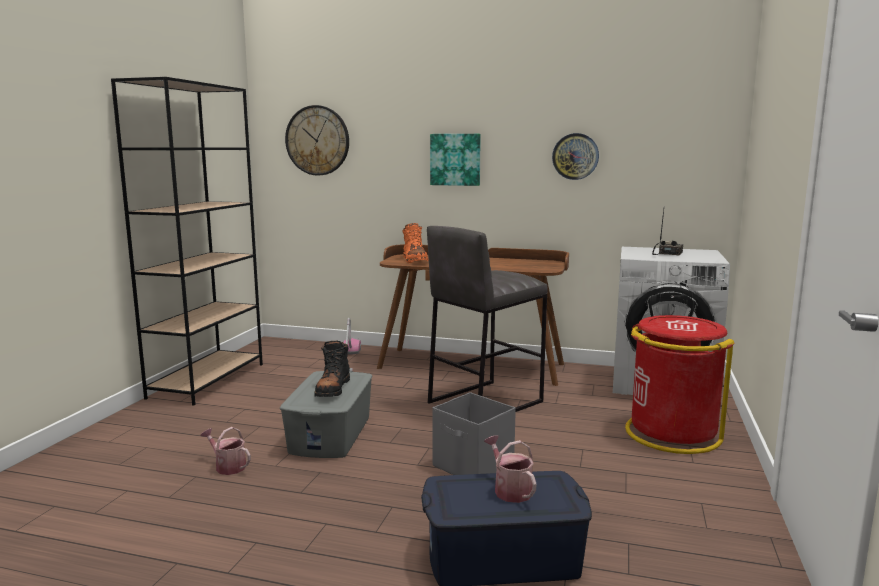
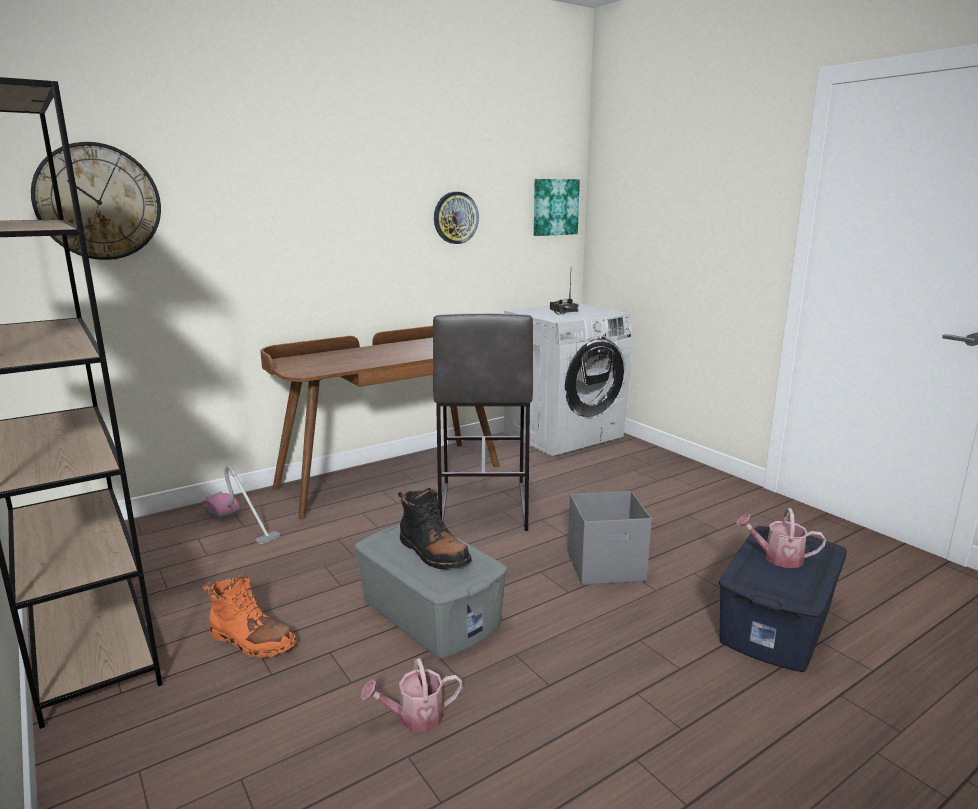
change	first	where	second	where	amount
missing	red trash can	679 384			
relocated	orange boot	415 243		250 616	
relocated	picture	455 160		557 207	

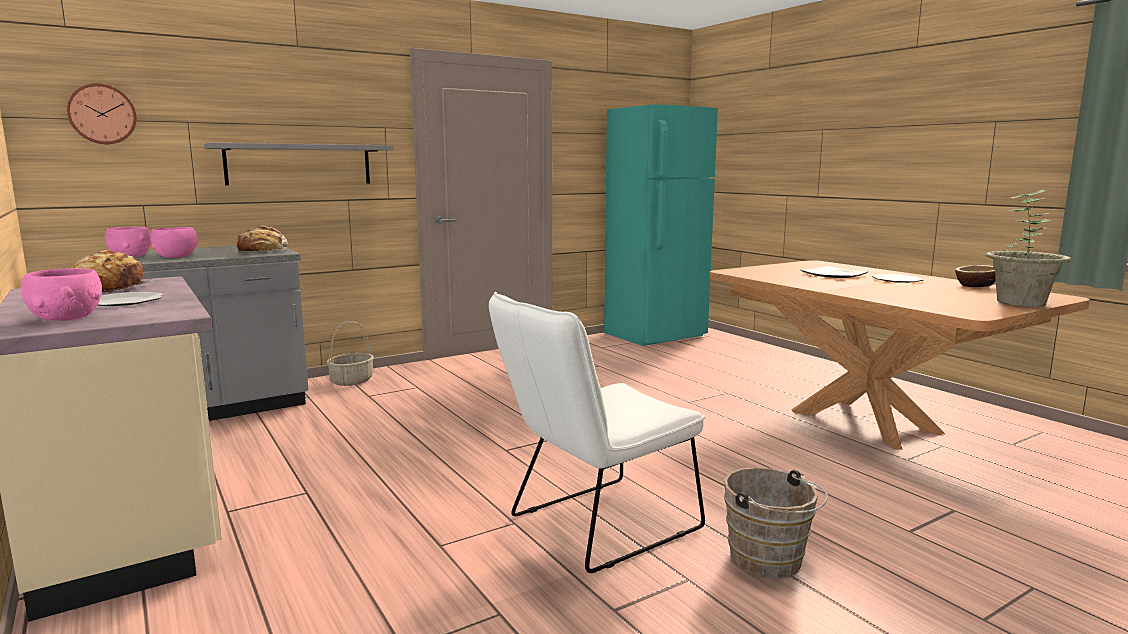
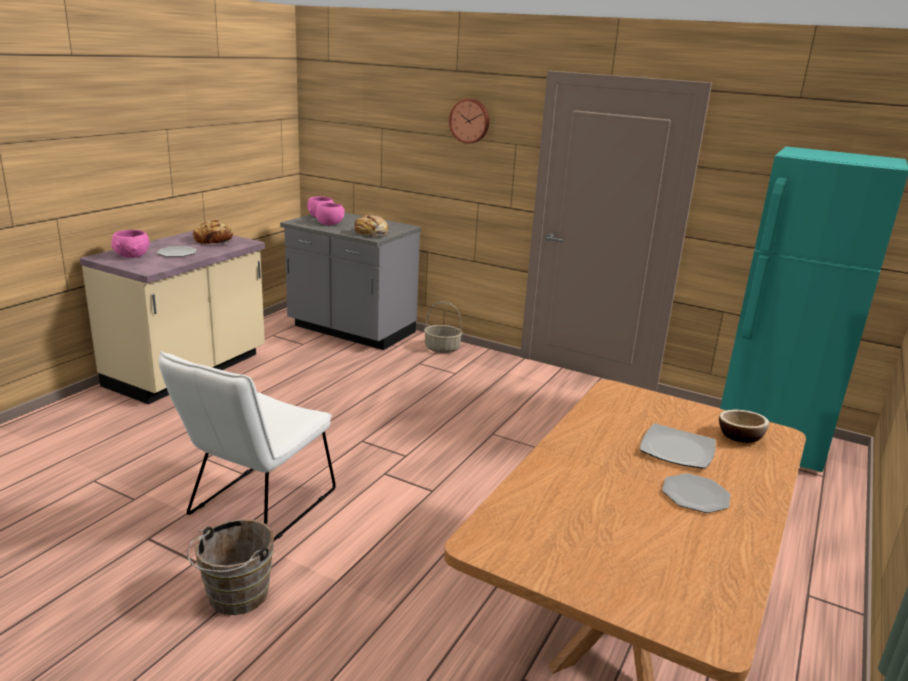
change	first	where	second	where	amount
missing	grey shelf	299 164			
missing	potted plant	1028 248			
relocated	wall clock	101 113		469 121	
relocated	bowl	975 276		744 426	
spun	white chair	597 432		247 446	90 degrees counterclockwise

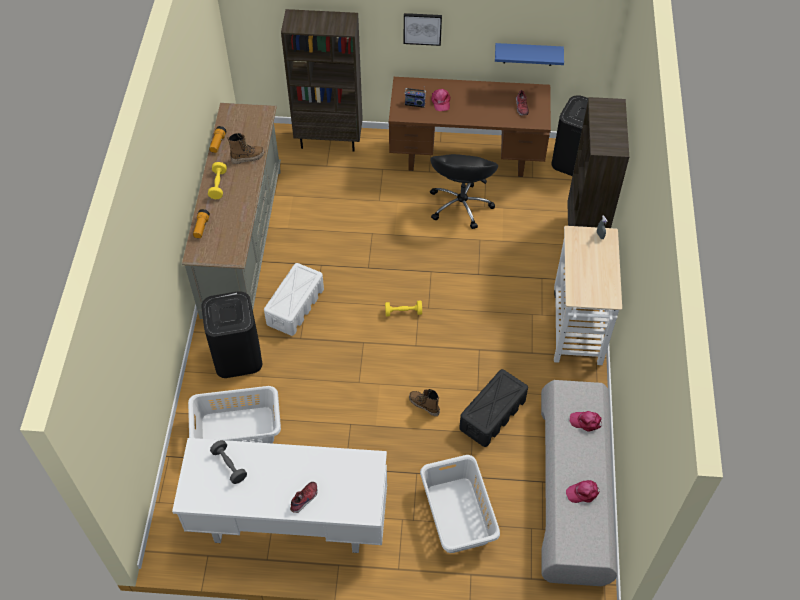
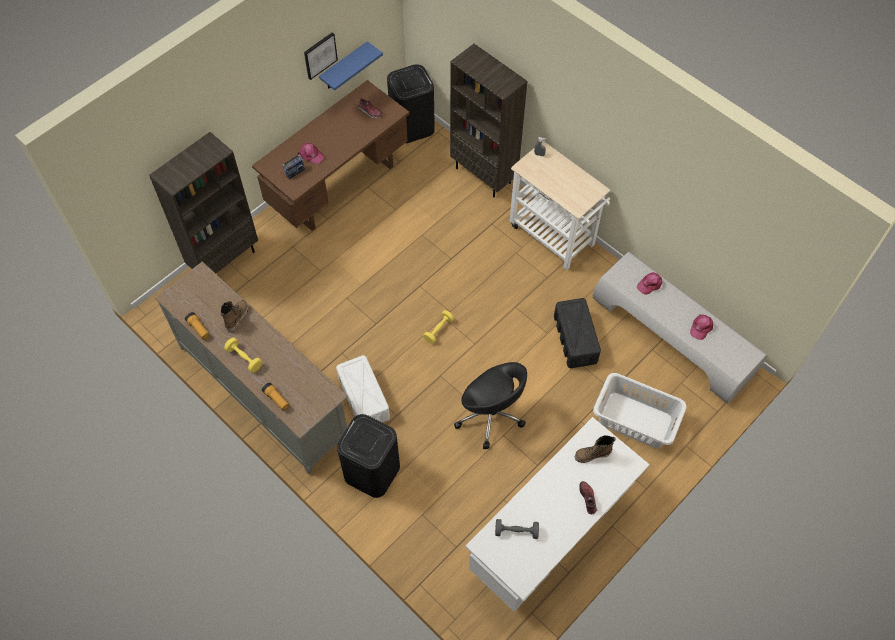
change	first	where	second	where	amount
missing	white laundry basket	234 414			
relocated	picture	423 29		321 56	
relocated	boot	424 402		595 449	
relocated	black office chair	464 191		490 405	

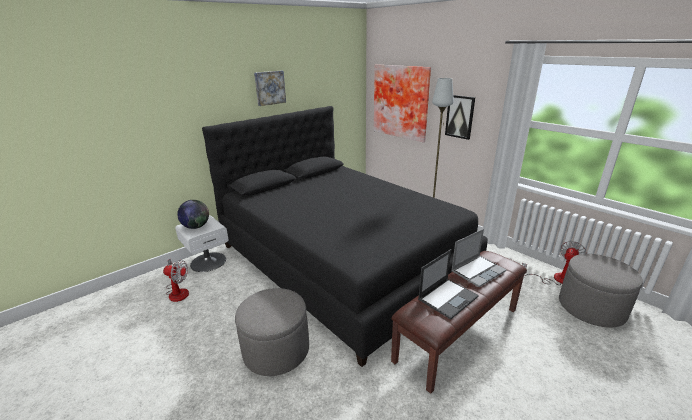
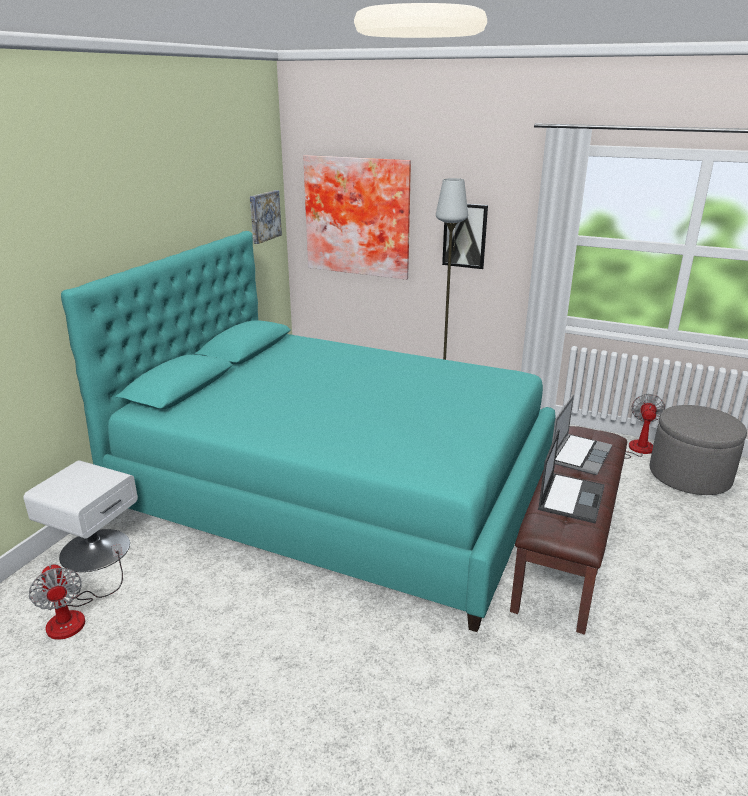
change	first	where	second	where	amount
missing	globe	193 214			
missing	grey ottoman	272 332			
relocated	picture	270 88		266 217	
colour	black bed	345 236	turquoise bed	308 431	
spun	fan	176 280		76 592	75 degrees clockwise

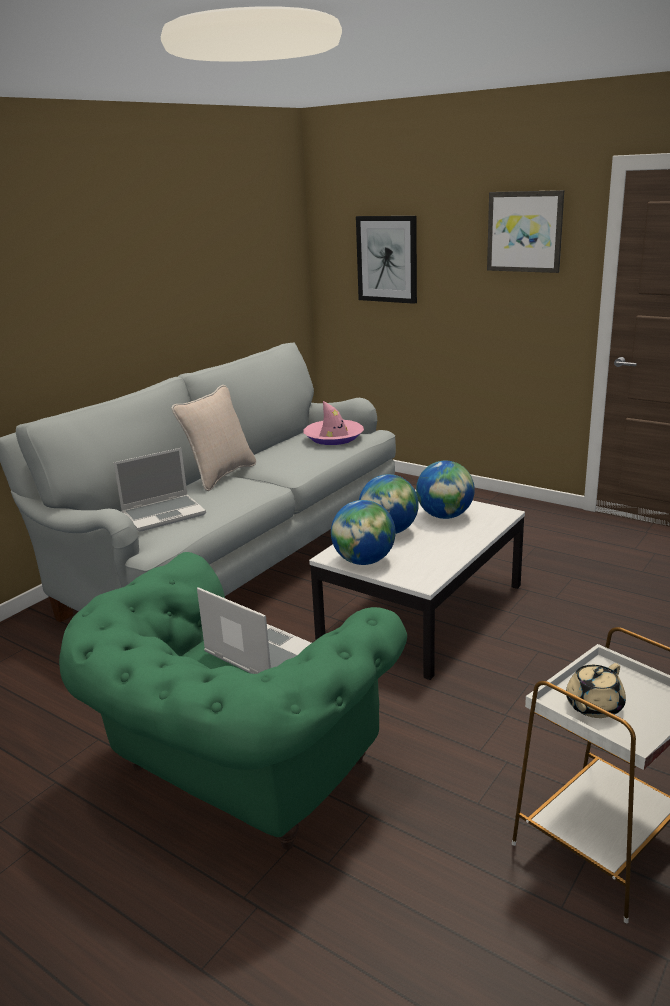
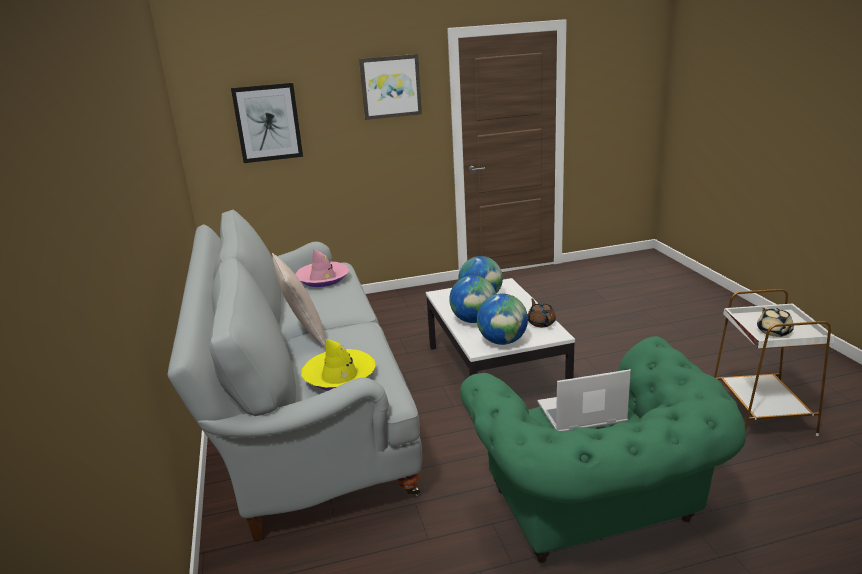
change	first	where	second	where	amount
appeared			brown teapot	542 313	
exchanged	laptop	160 490	yellow hat	338 365	

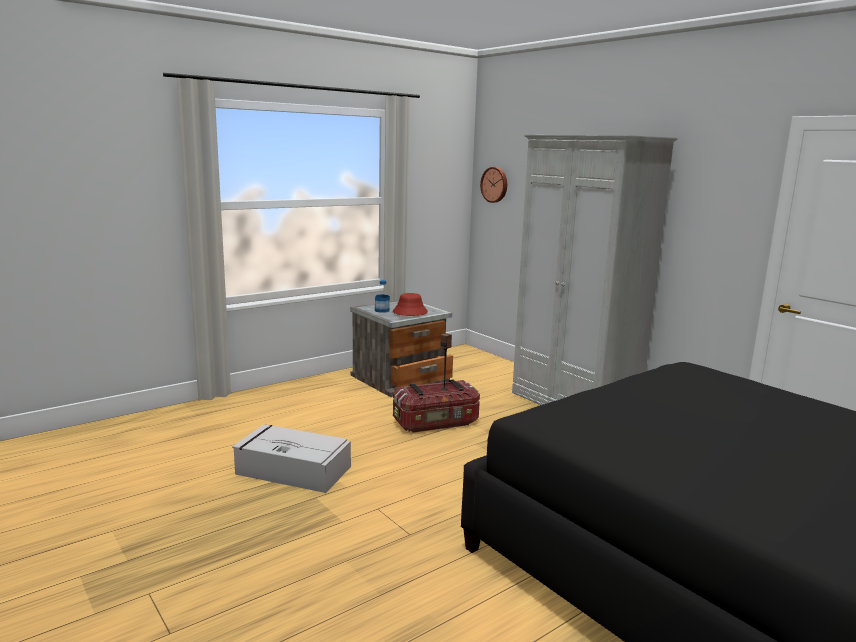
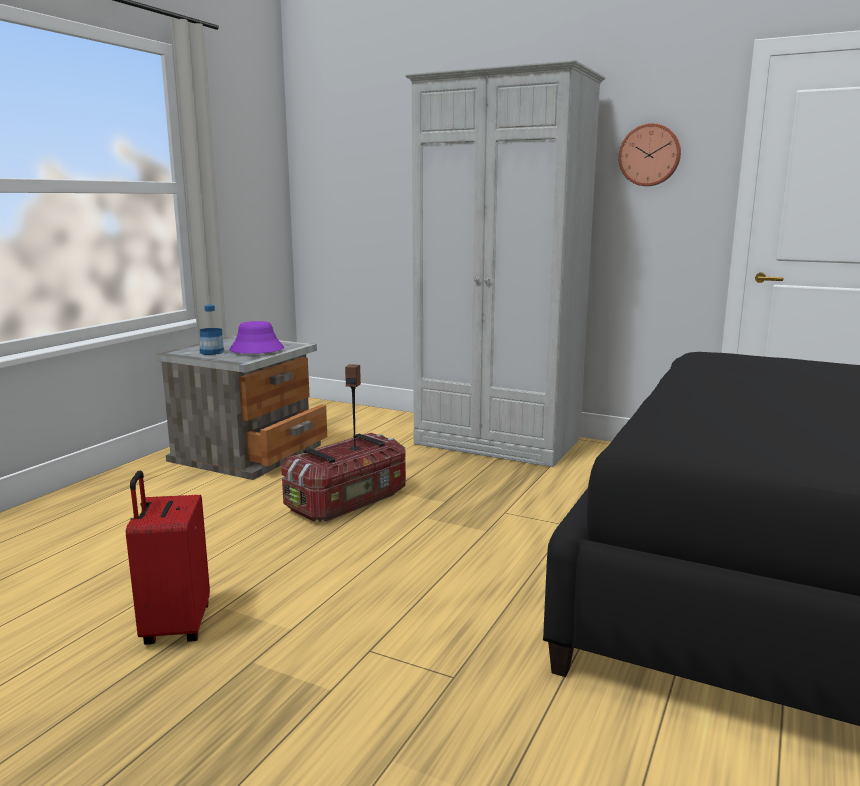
change	first	where	second	where	amount
relocated	wall clock	493 185		649 154	
exchanged	grey storage box	292 458	red suitcase	168 557	
colour	red hat	410 304	purple hat	256 337	

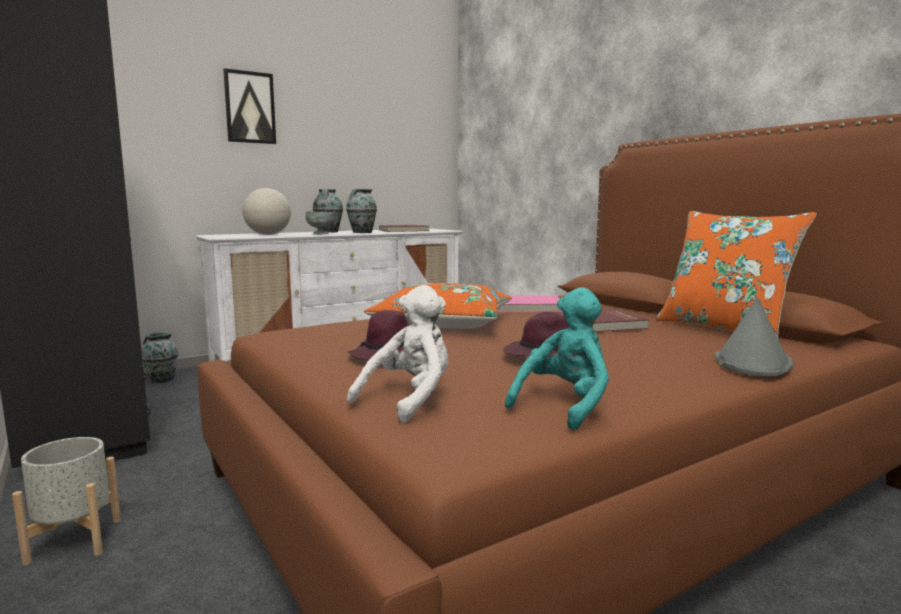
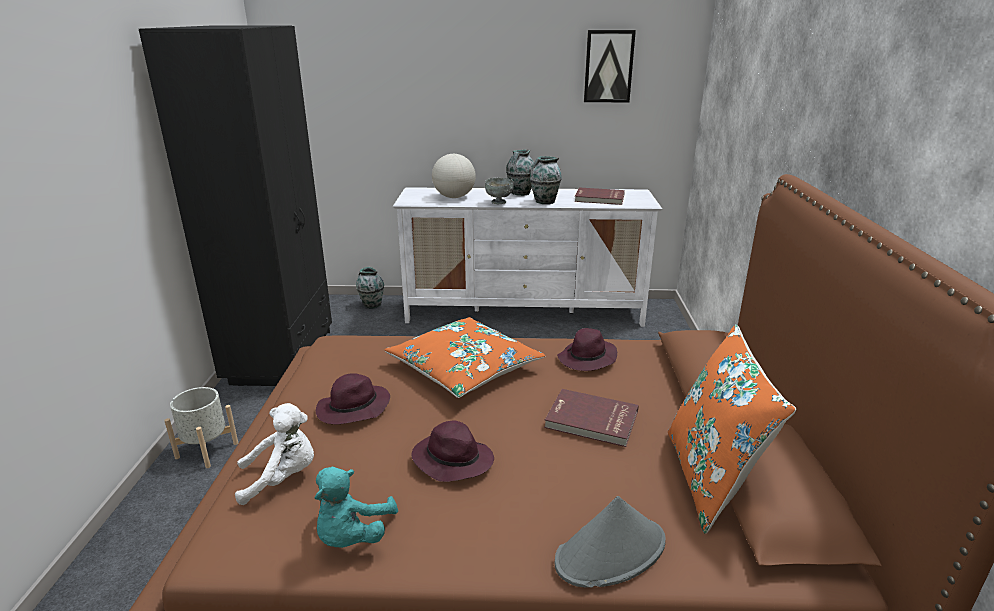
change	first	where	second	where	amount
relocated	picture	249 106		610 66	
exchanged	pink book	530 303	purple hat	587 349	
spun	turquoise plush toy	557 358		356 507	120 degrees clockwise

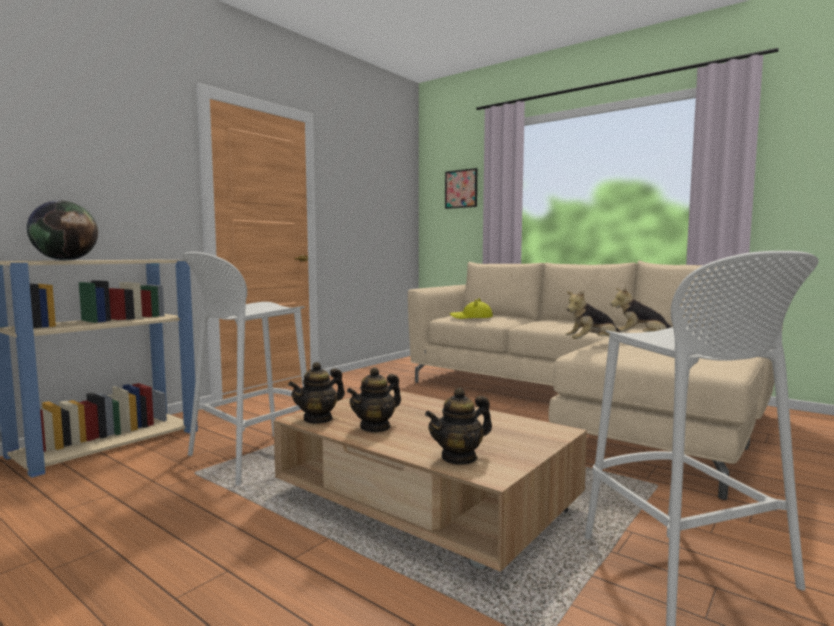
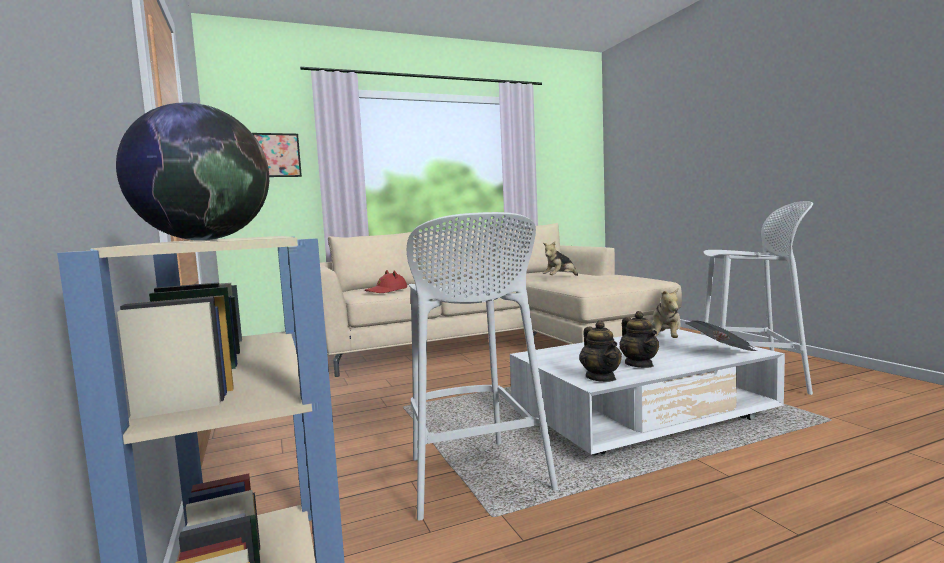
change	first	where	second	where	amount
relocated	plush toy	593 315		665 312	
exchanged	teapot	458 426	newspaper	721 335	
colour	brown coffee table	430 481	white coffee table	647 392	
colour	yellow hat	471 308	red hat	386 281	

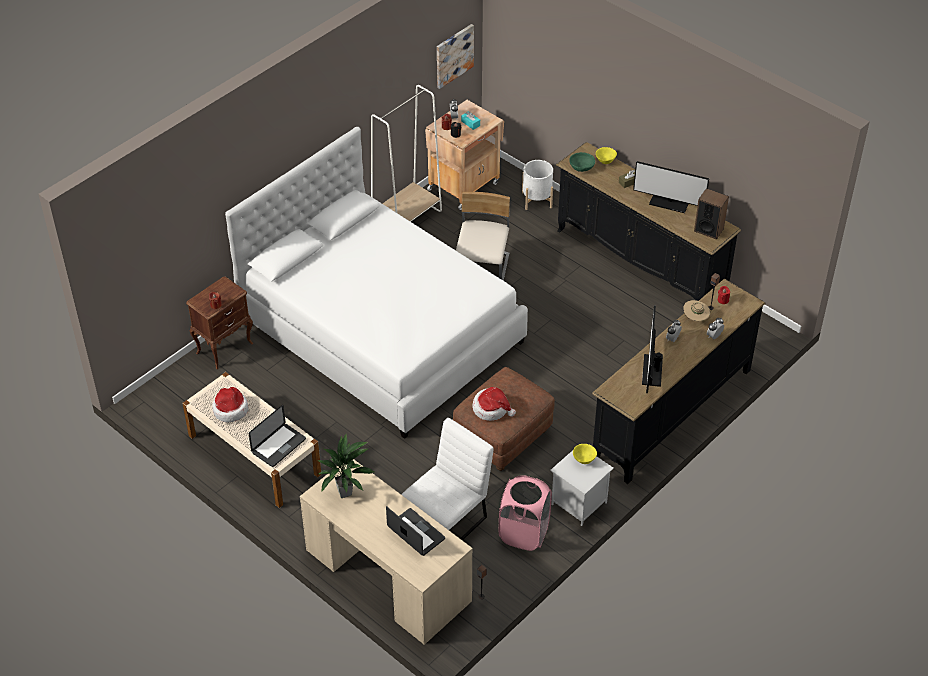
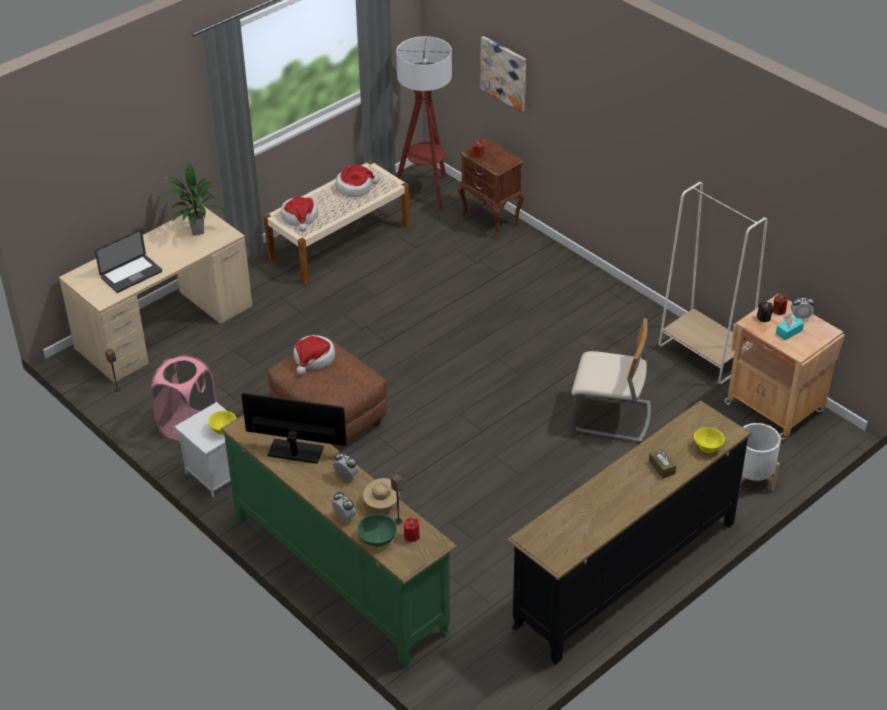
change	first	where	second	where	amount
missing	white bed	376 283			
missing	white chair	447 479			
missing	monitor	671 187			
missing	speaker	711 214			
appeared			floor lamp	424 123	
relocated	picture	455 56		503 74	
relocated	green bowl	582 162		377 530	
exchanged	laptop	277 436	hat	299 214	
colour	black dresser	678 381	green dresser	339 541	

